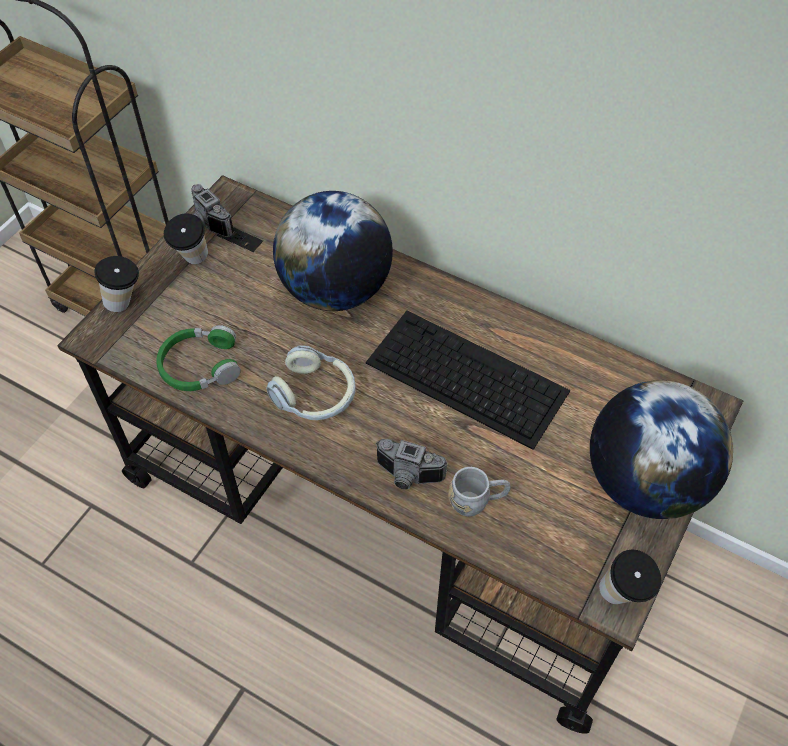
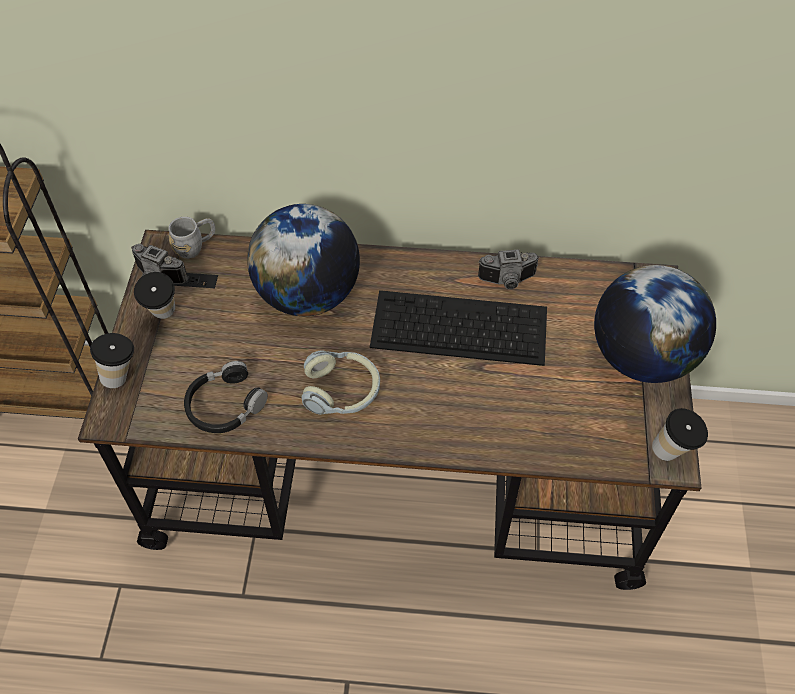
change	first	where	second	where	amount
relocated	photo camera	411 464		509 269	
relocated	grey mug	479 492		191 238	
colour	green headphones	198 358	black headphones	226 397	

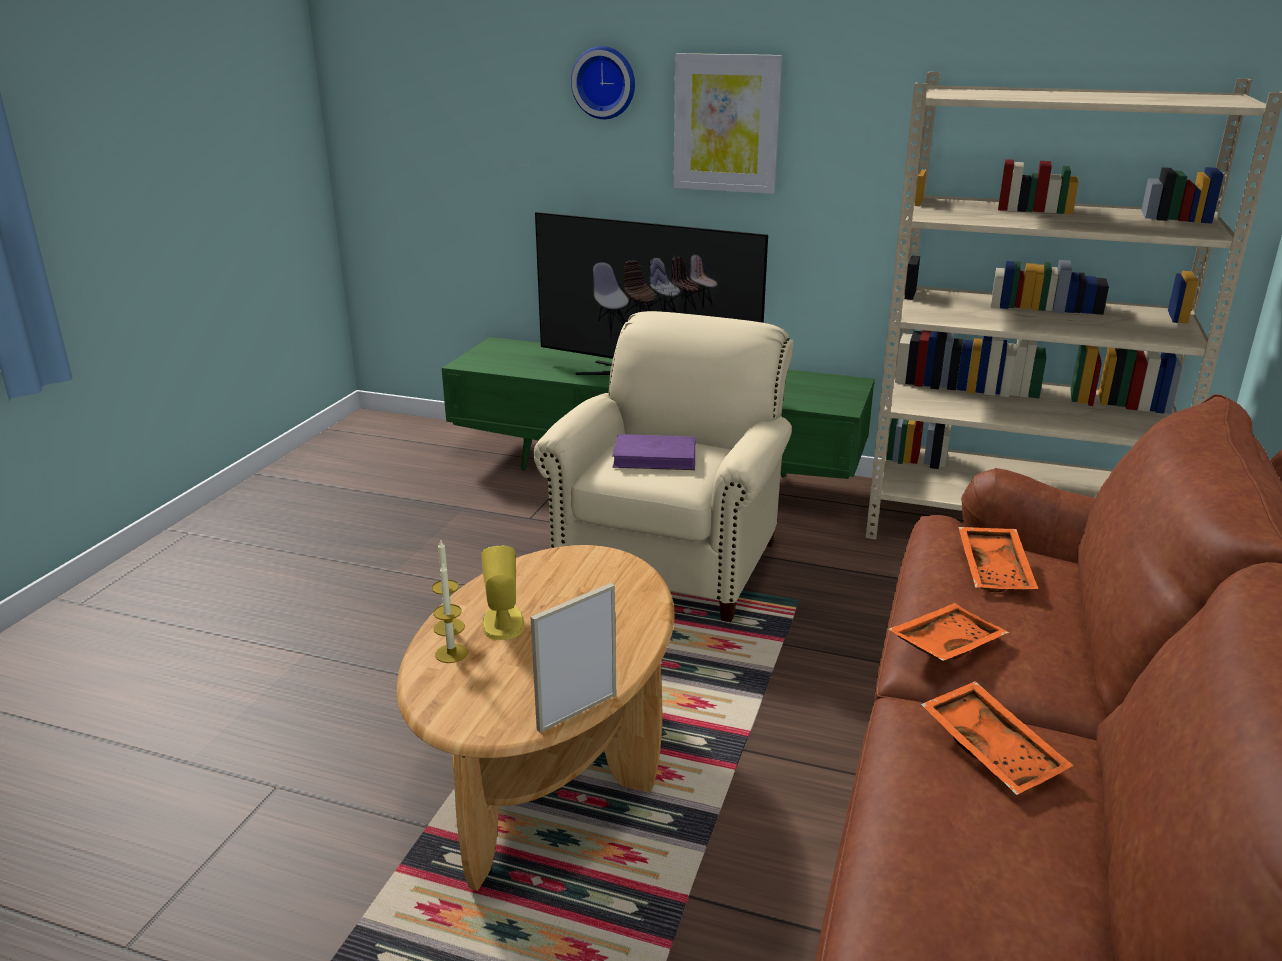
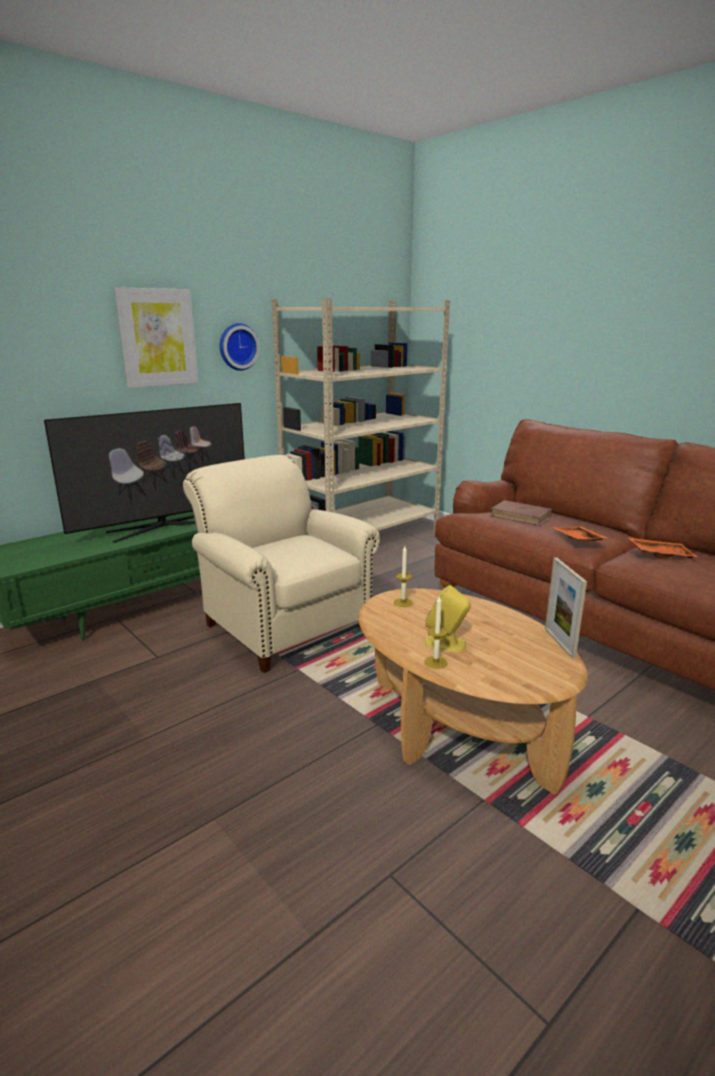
change	first	where	second	where	amount
missing	purple book	654 452			
relocated	candle	450 613		403 576	
relocated	wall clock	603 82		240 347	
exchanged	orange tray	998 559	brown book	521 513	

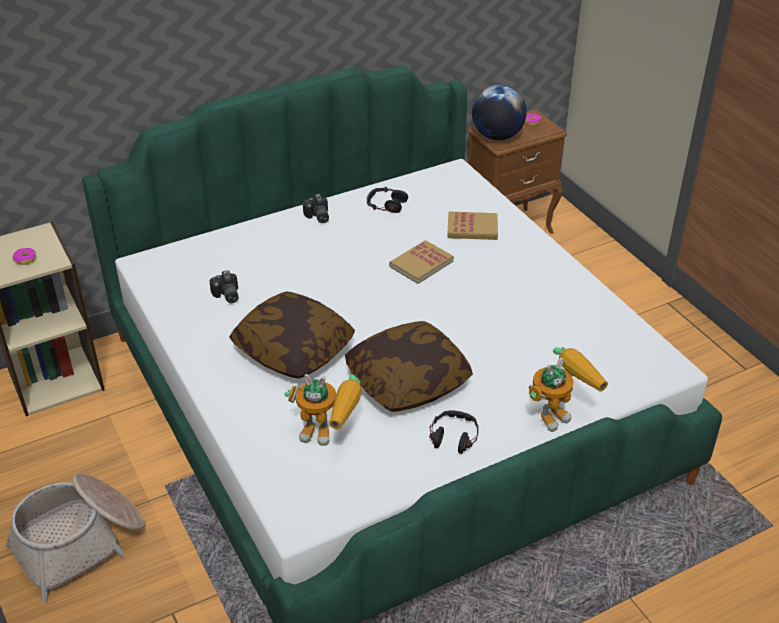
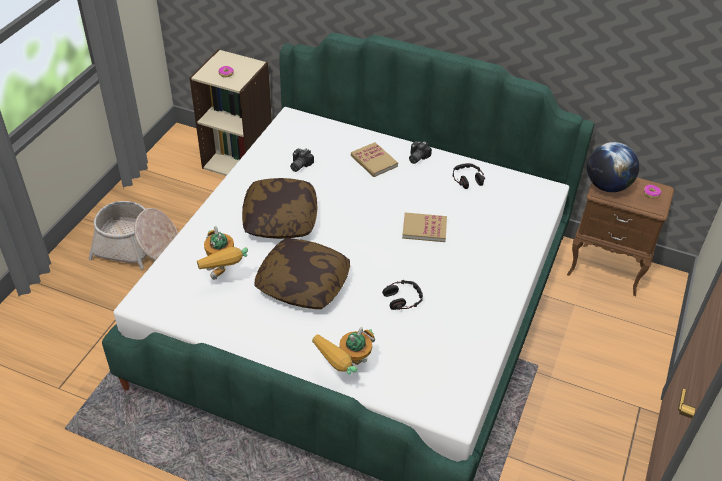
change	first	where	second	where	amount
relocated	headphones	454 432		402 295	
relocated	book	472 225		374 159	
spun	toy robot	568 389		343 350	120 degrees clockwise

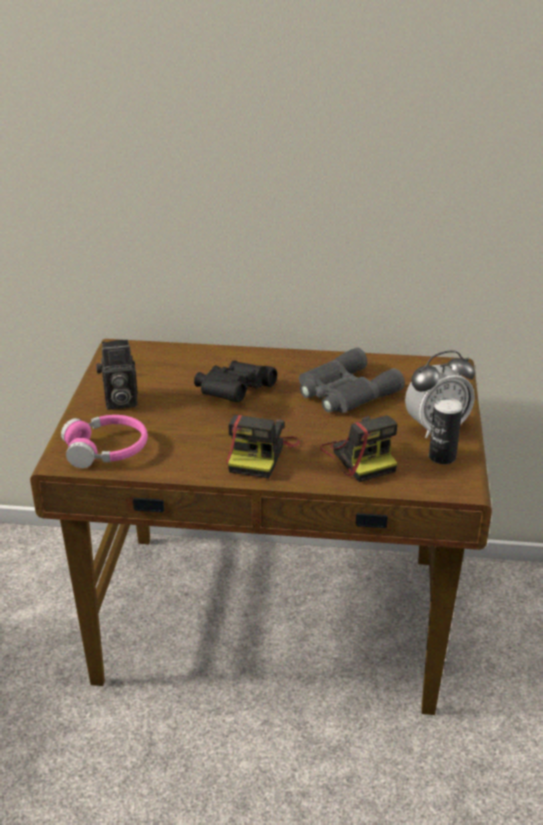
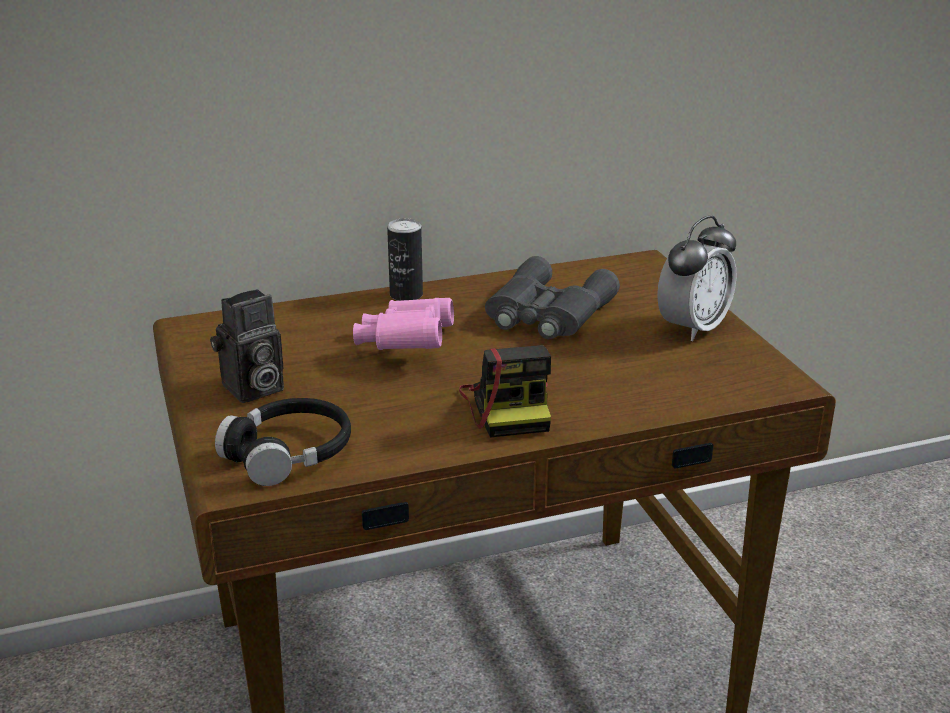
change	first	where	second	where	amount
missing	photo camera	359 448			
relocated	can	446 431		405 259	
colour	pink headphones	104 441	black headphones	283 442	
colour	black binoculars	235 381	pink binoculars	403 324	

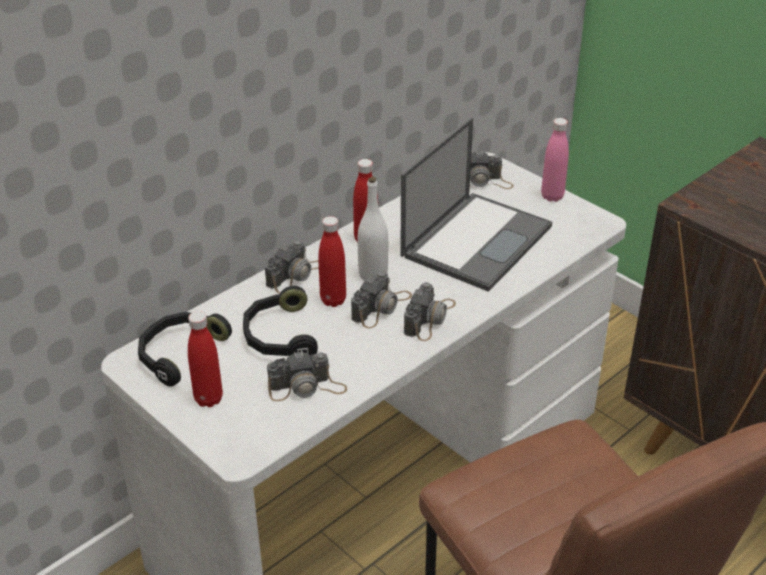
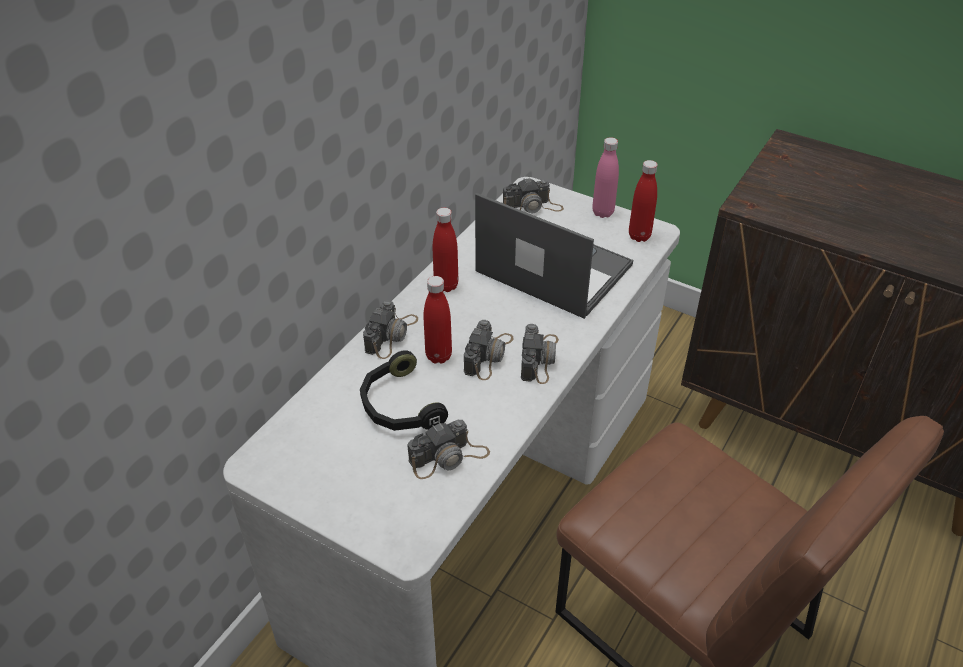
change	first	where	second	where	amount
missing	black headphones	185 349			
missing	white bottle	373 229			
relocated	red bottle	205 359		643 201	
spun	laptop	476 204		554 256	75 degrees counterclockwise

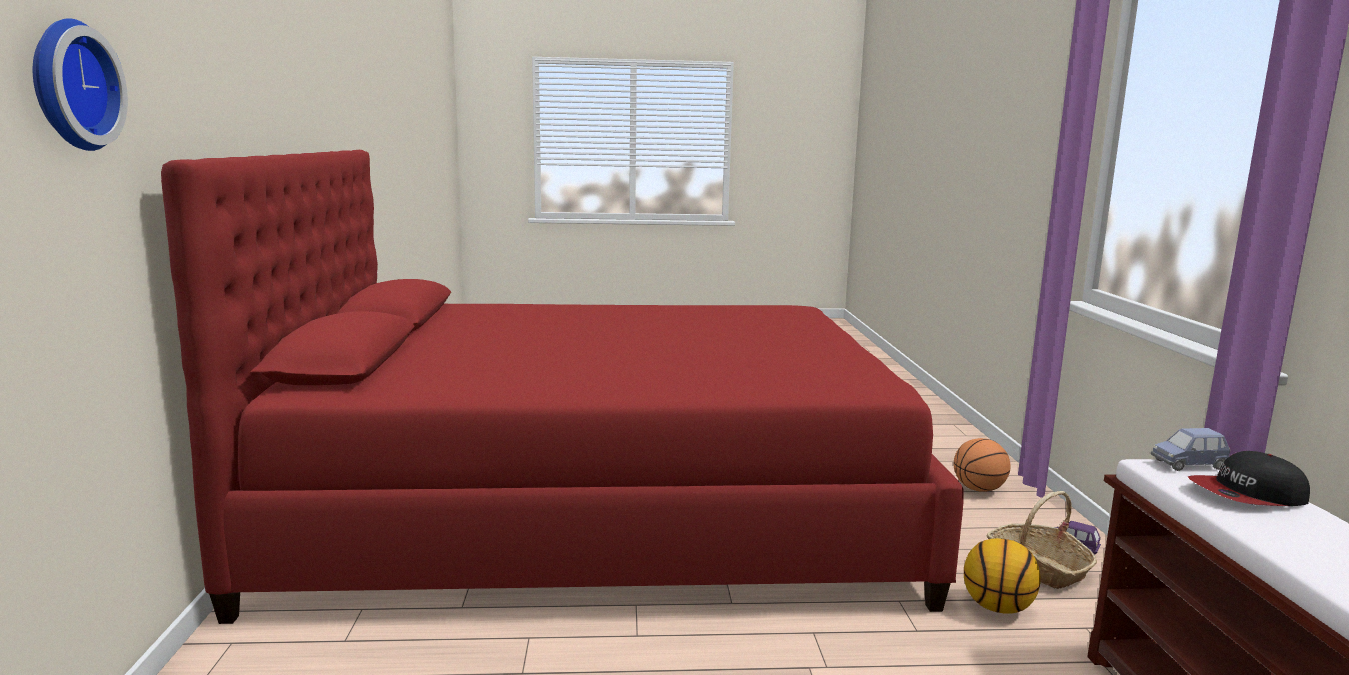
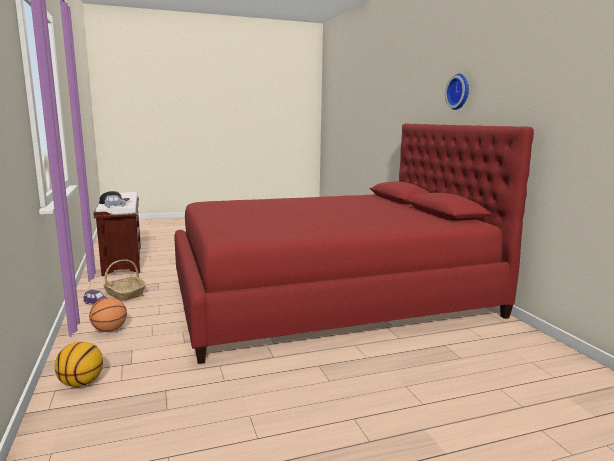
change	first	where	second	where	amount
relocated	wall clock	80 84		457 92	
relocated	basketball	1002 576		79 364	

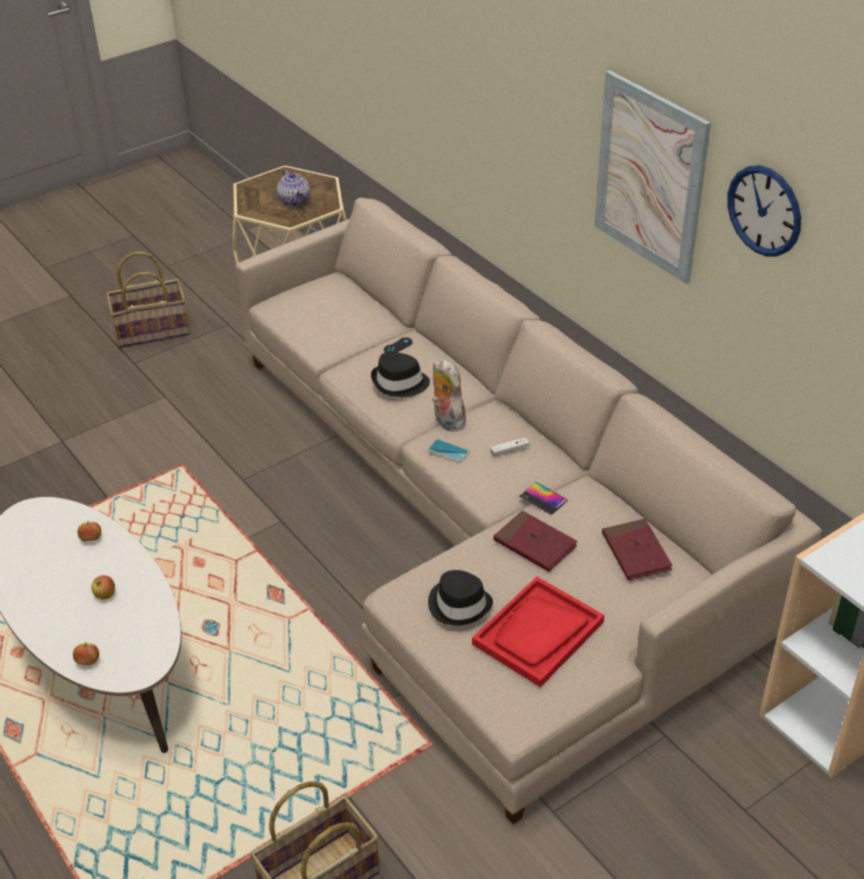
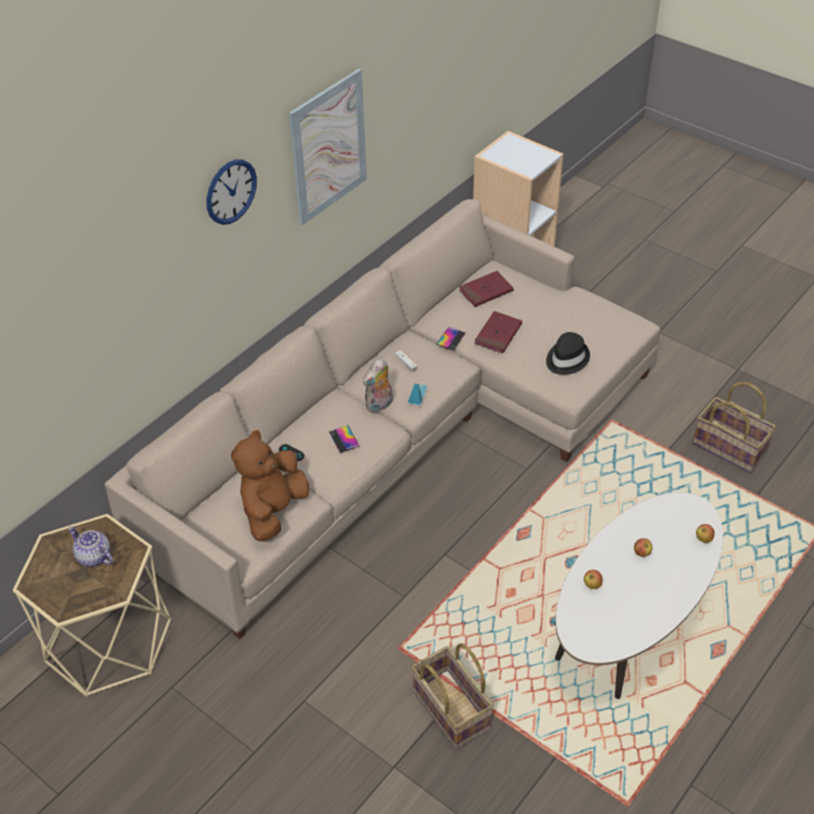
change	first	where	second	where	amount
missing	red tray	538 632			
appeared			brown plush toy	270 485	
relocated	basket	148 299		452 696	
relocated	wall clock	764 211		231 192	
exchanged	black hat	400 374	phone	344 439	
spun	teapot	293 188		90 546	105 degrees counterclockwise

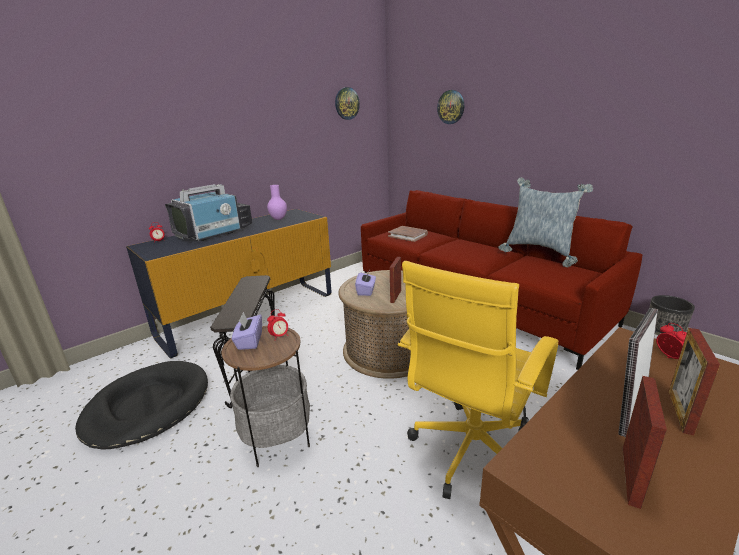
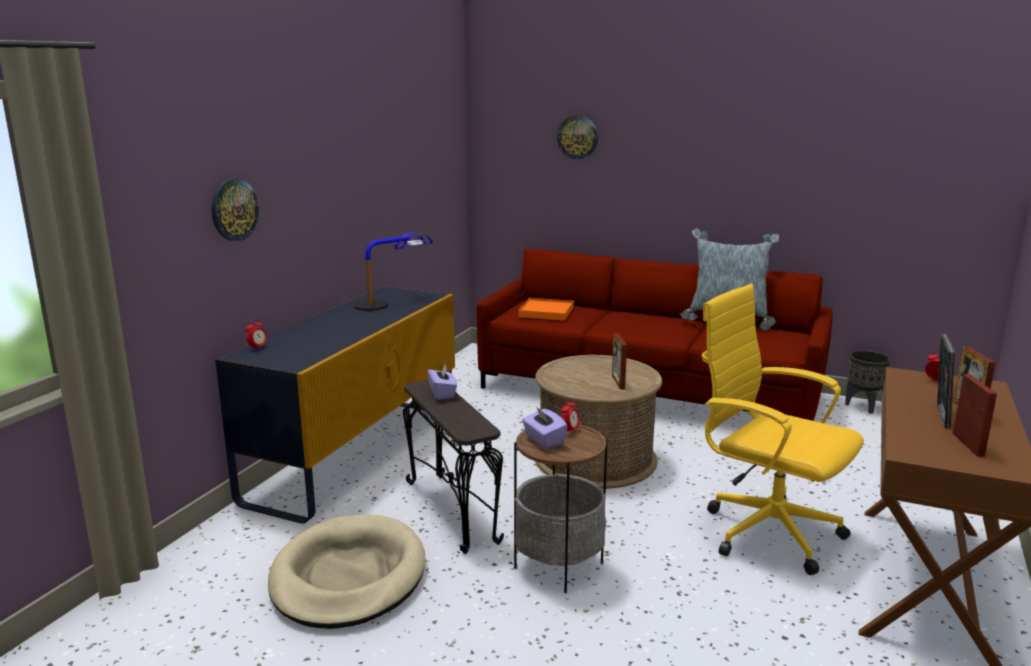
change	first	where	second	where	amount
missing	television	208 212			
relocated	wall clock	347 103		235 209	
relocated	purple tissue box	365 284		442 382	
exchanged	purple vase	277 202	table lamp	393 271	
exchanged	brown book	408 234	orange tray	546 309	
colour	black dog bed	141 405	beige dog bed	347 572	
spun	yellow office chair	478 380		783 429	120 degrees clockwise

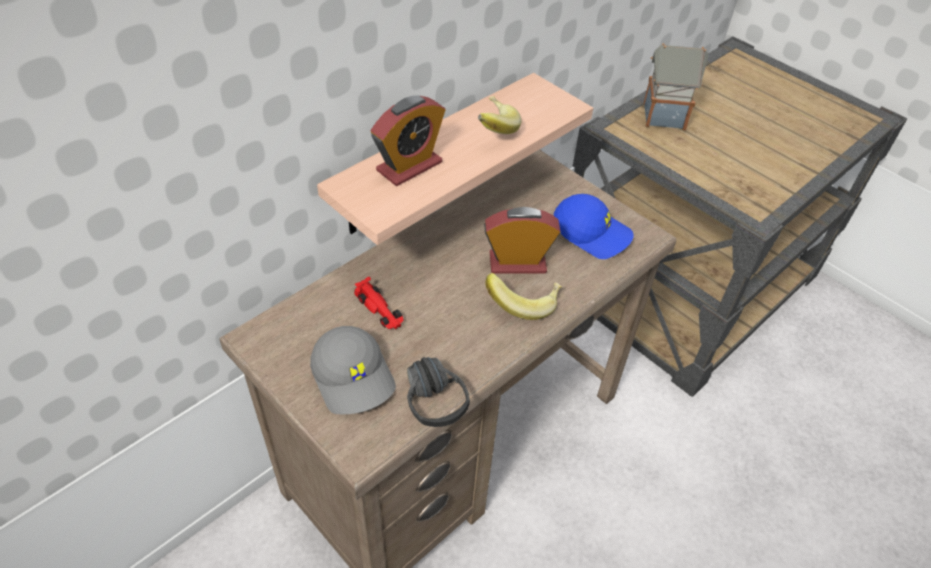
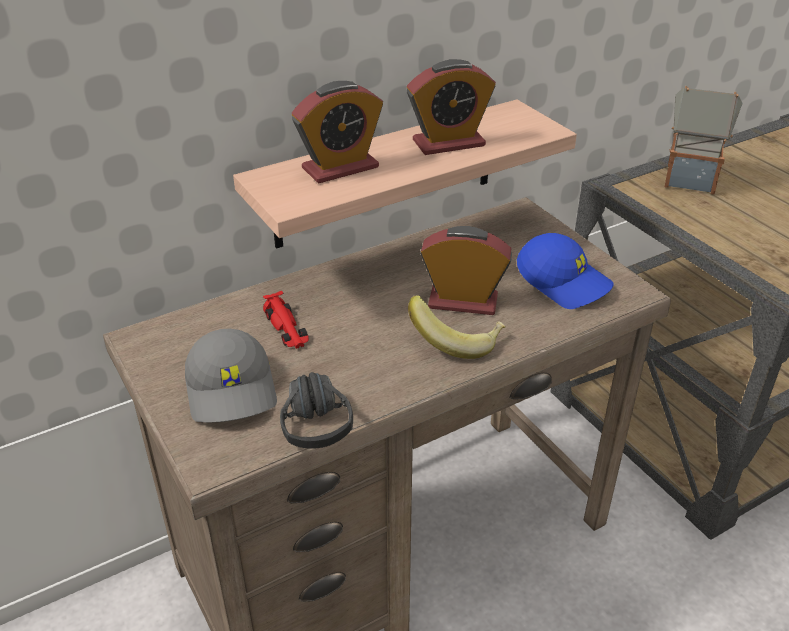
change	first	where	second	where	amount
exchanged	banana	500 115	alarm clock	451 107	

